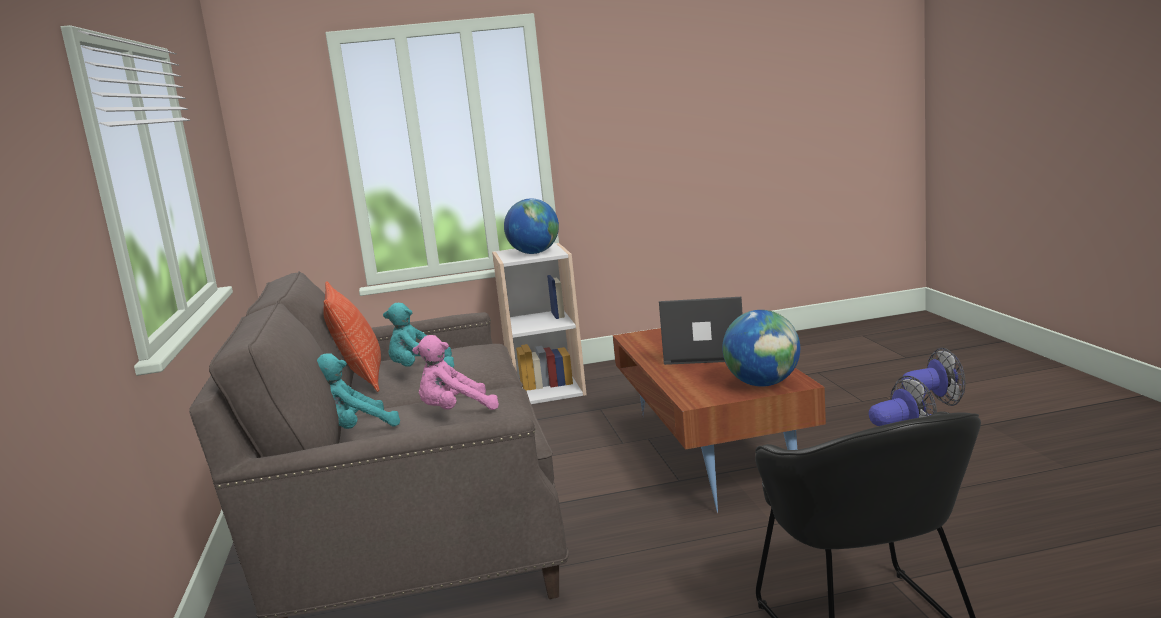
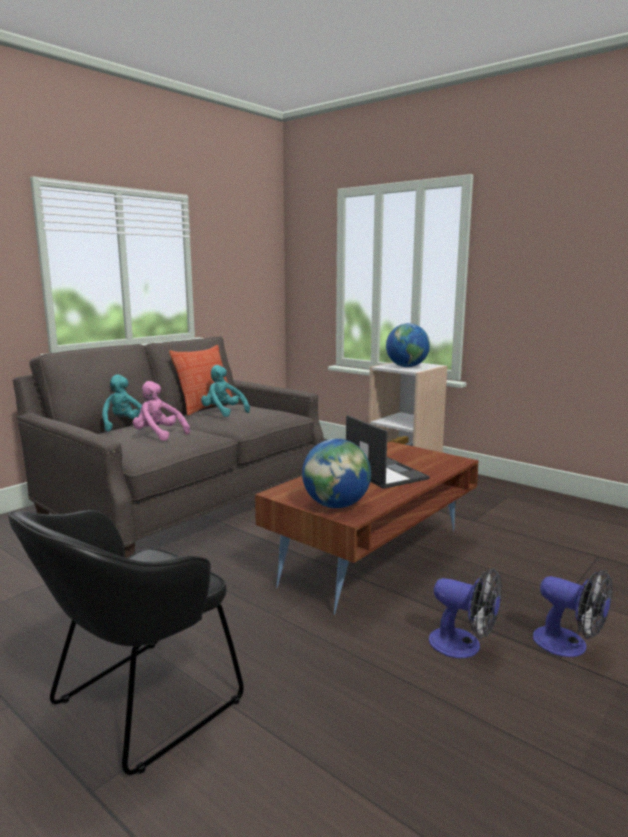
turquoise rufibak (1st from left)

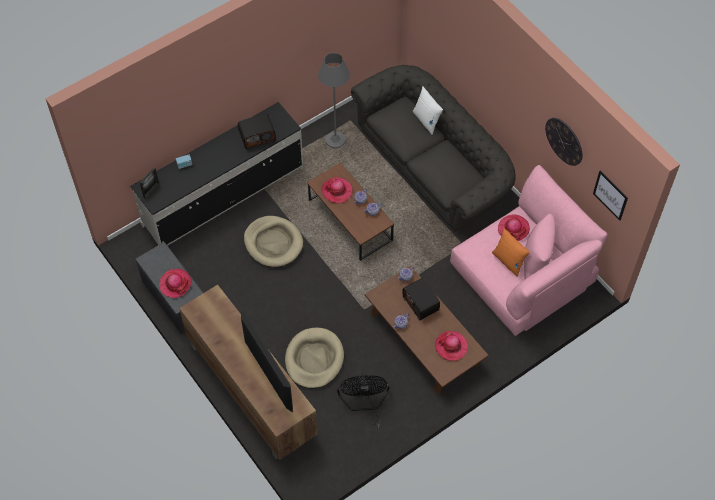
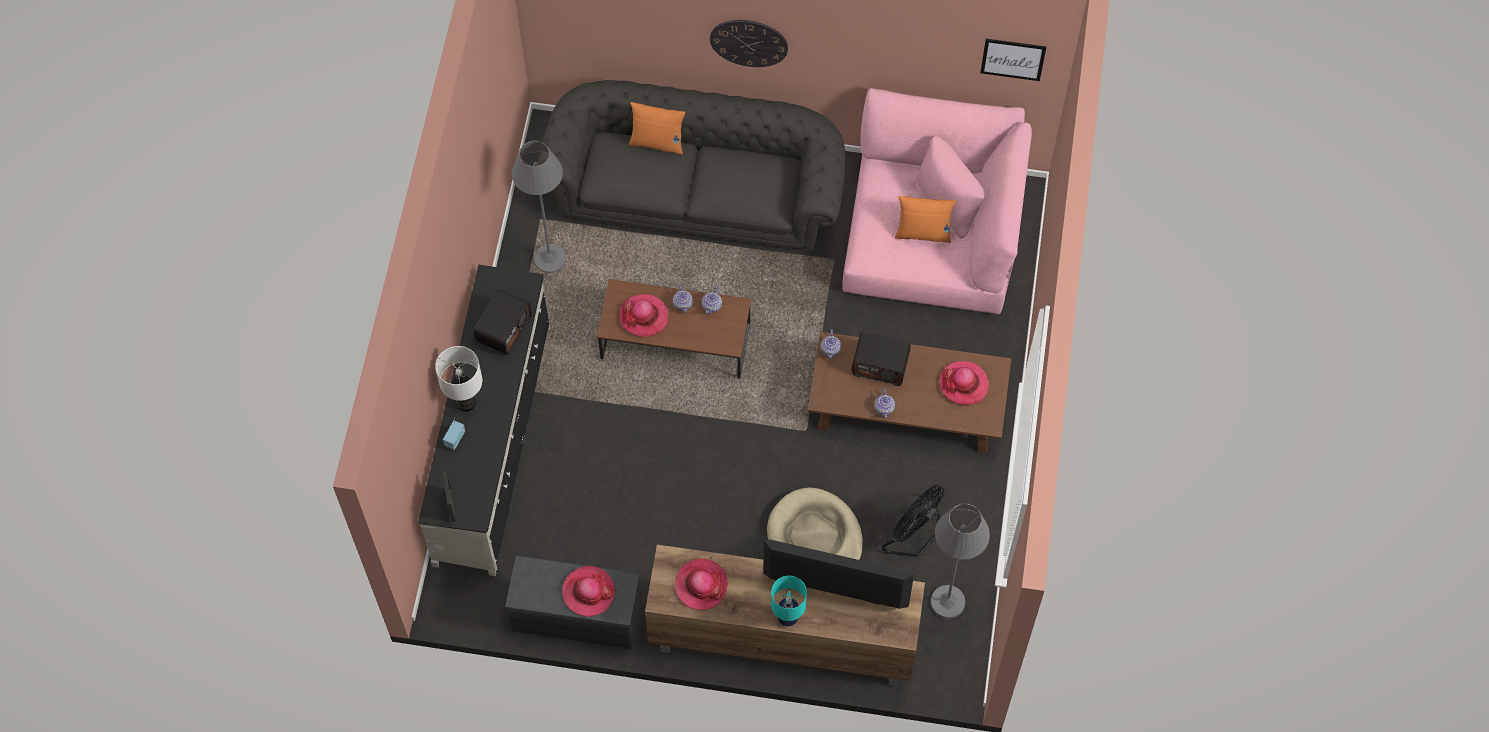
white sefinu; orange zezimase (1st from left); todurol (3rd from left); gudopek; turquoise sefinu; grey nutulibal (2nd from left); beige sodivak (1st from left in the first image)

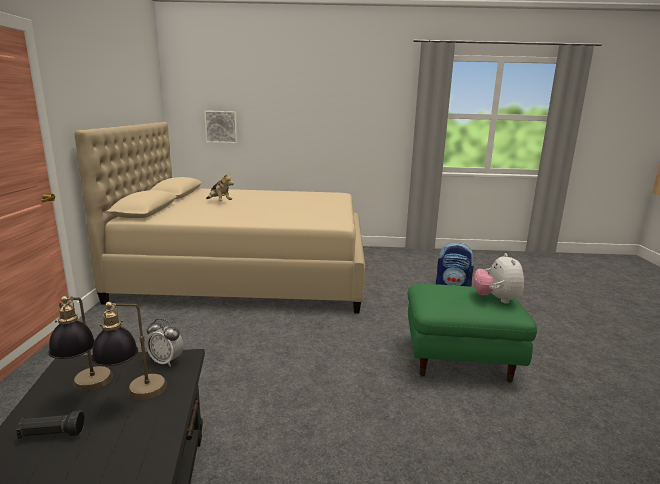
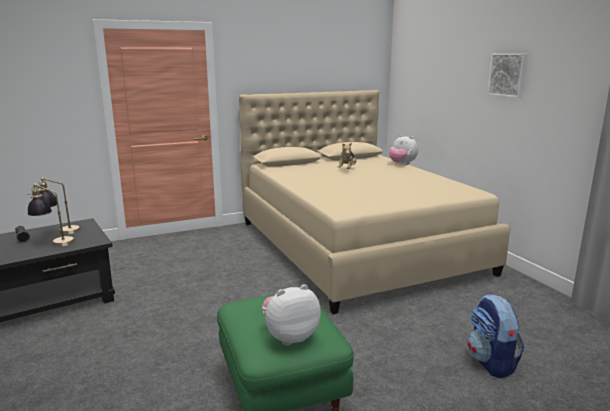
rufibak (3rd from left); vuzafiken; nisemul

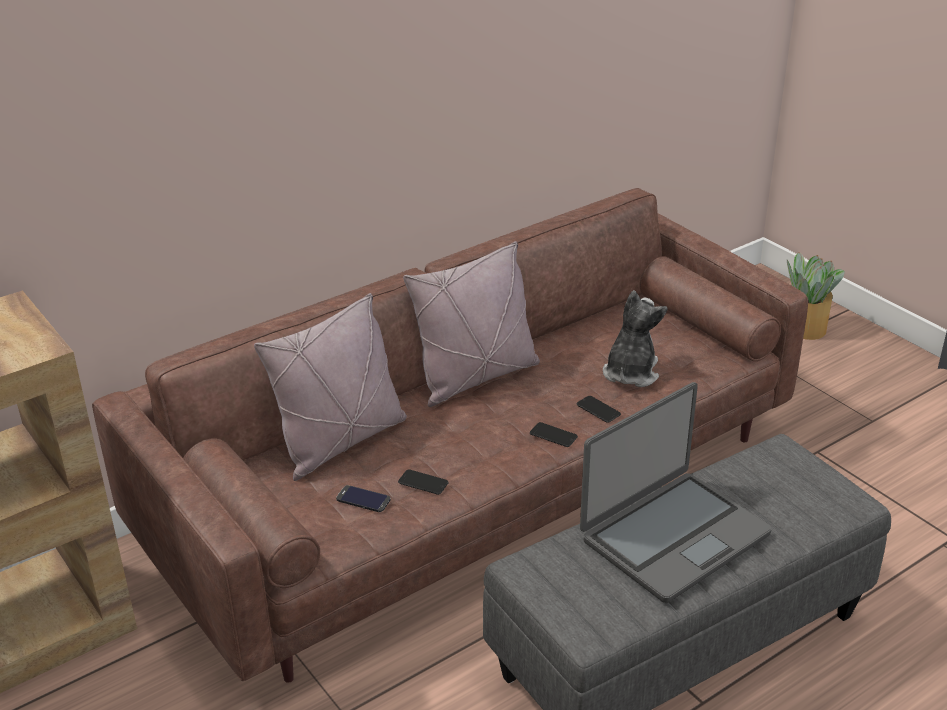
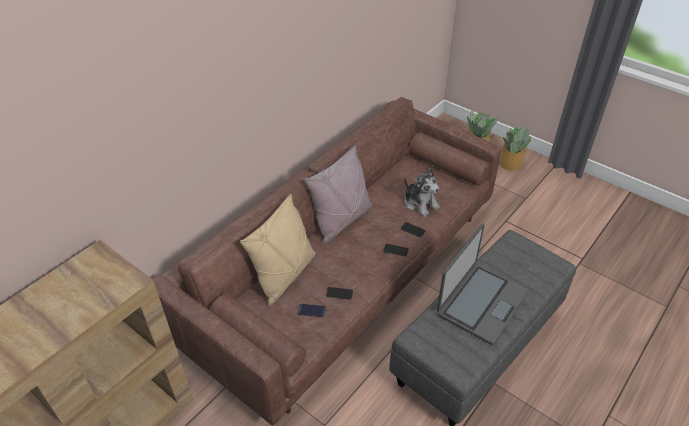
beige zezimase; rufibak; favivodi (2nd from left)

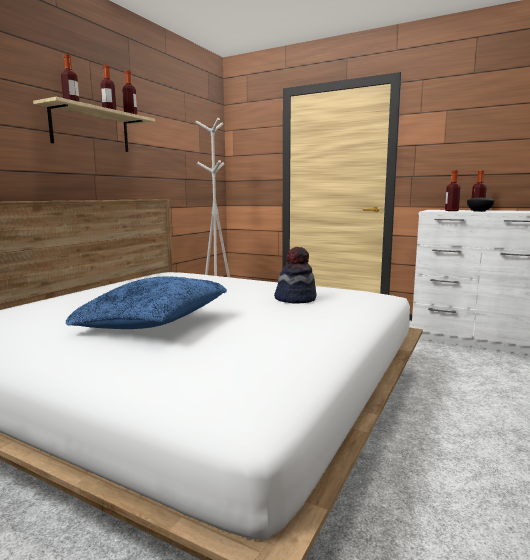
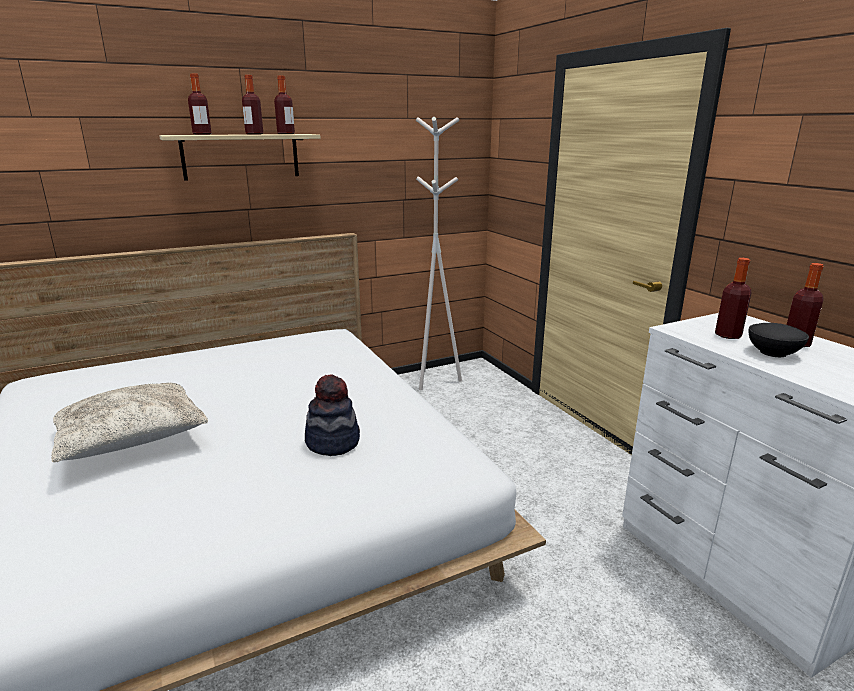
beige zezimase

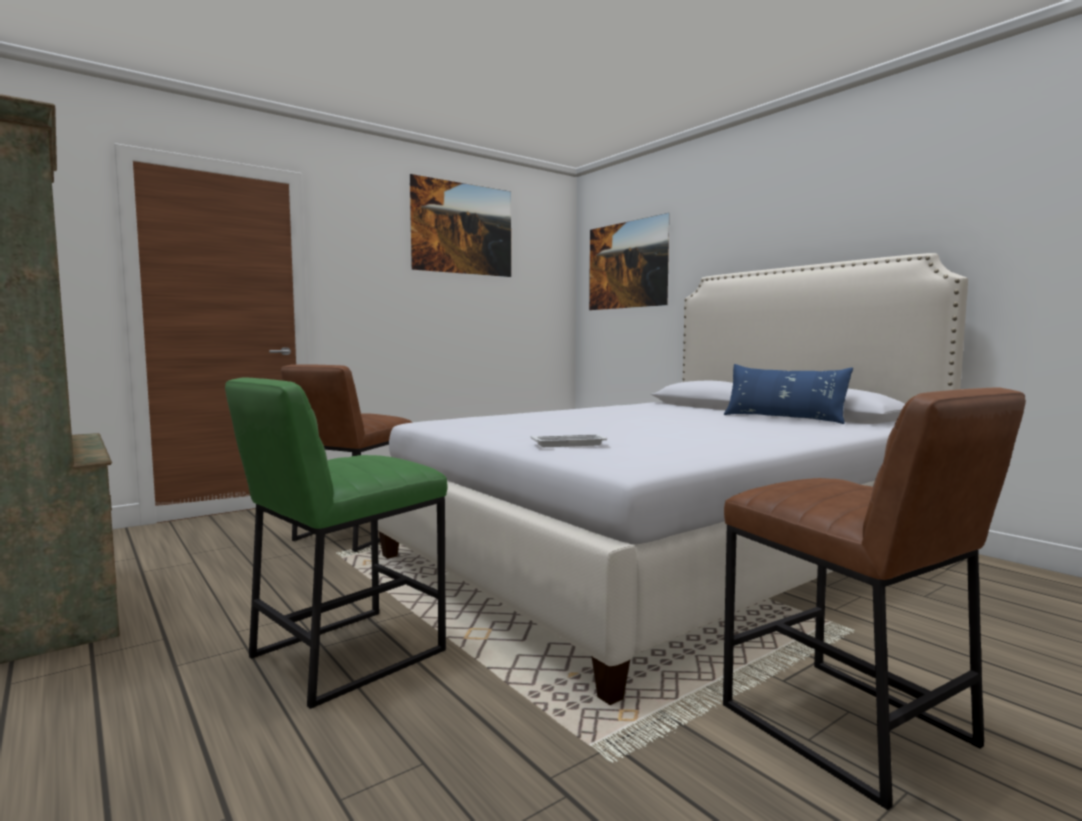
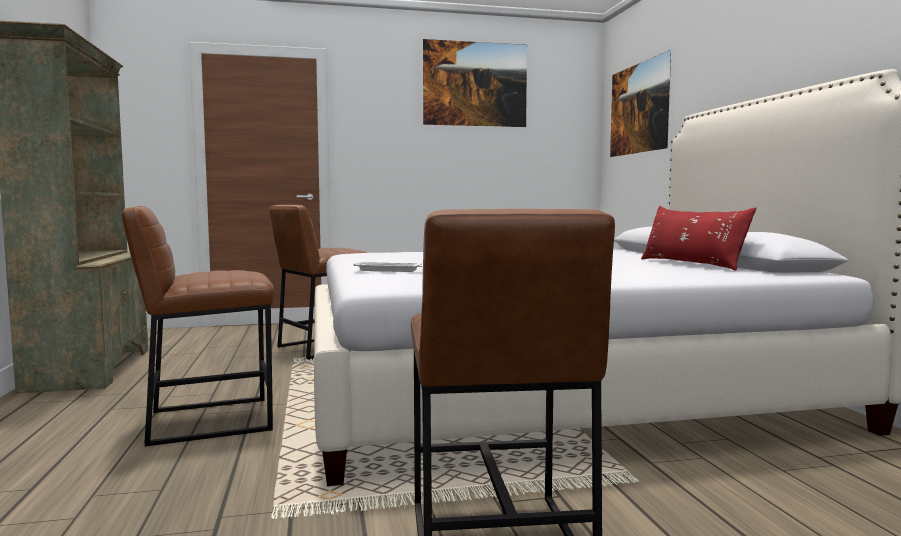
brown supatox (1st from left); red zezimase

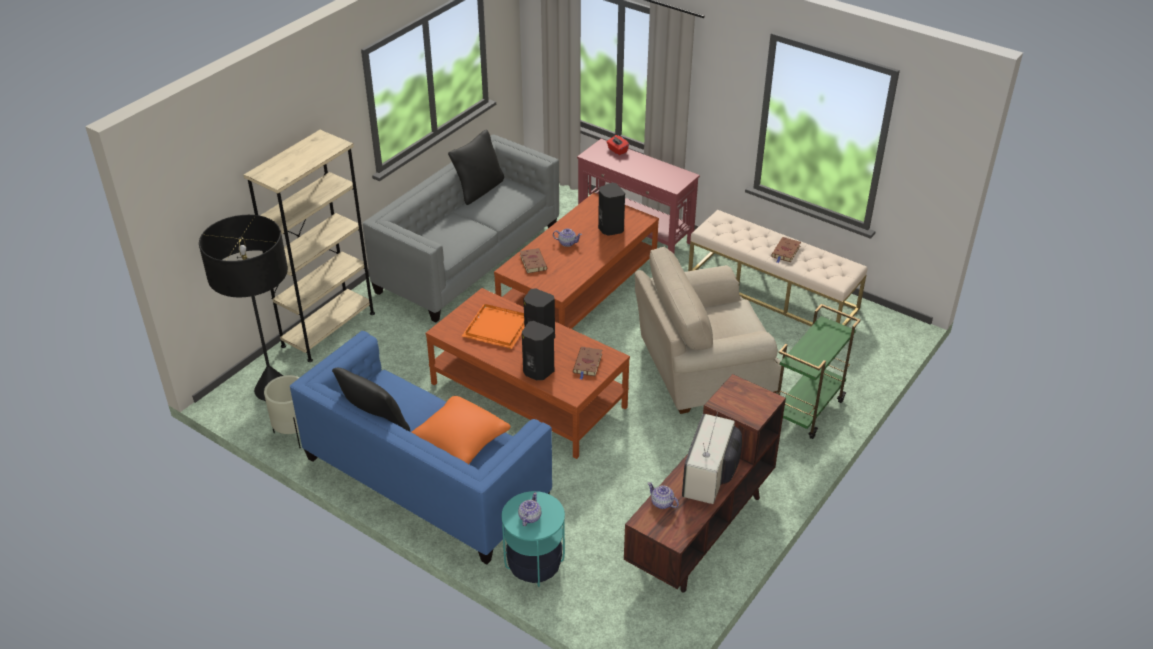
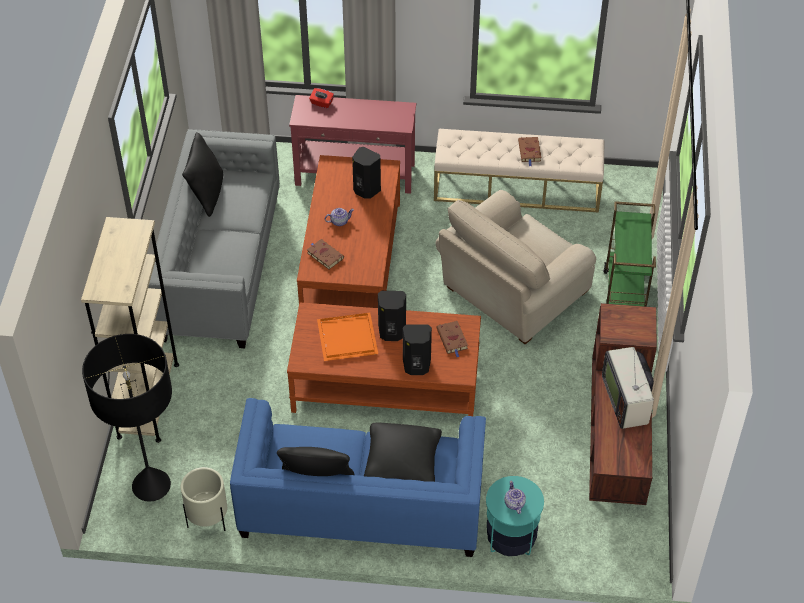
black zezimase (3rd from left); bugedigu (3rd from left in the first image)

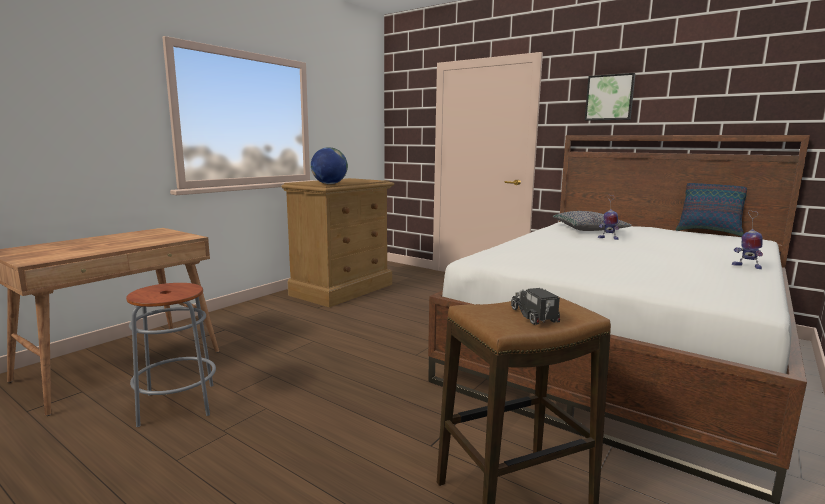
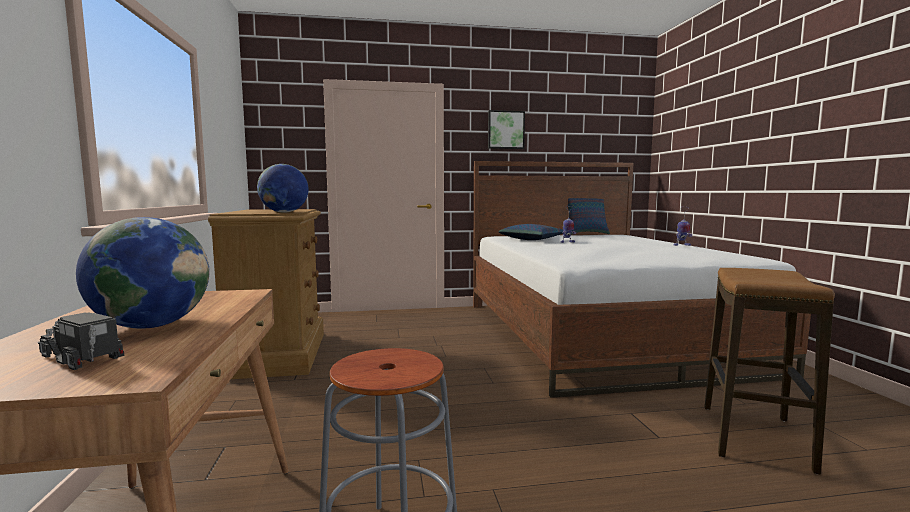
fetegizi; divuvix (1st from left); blue zezimase (1st from left)

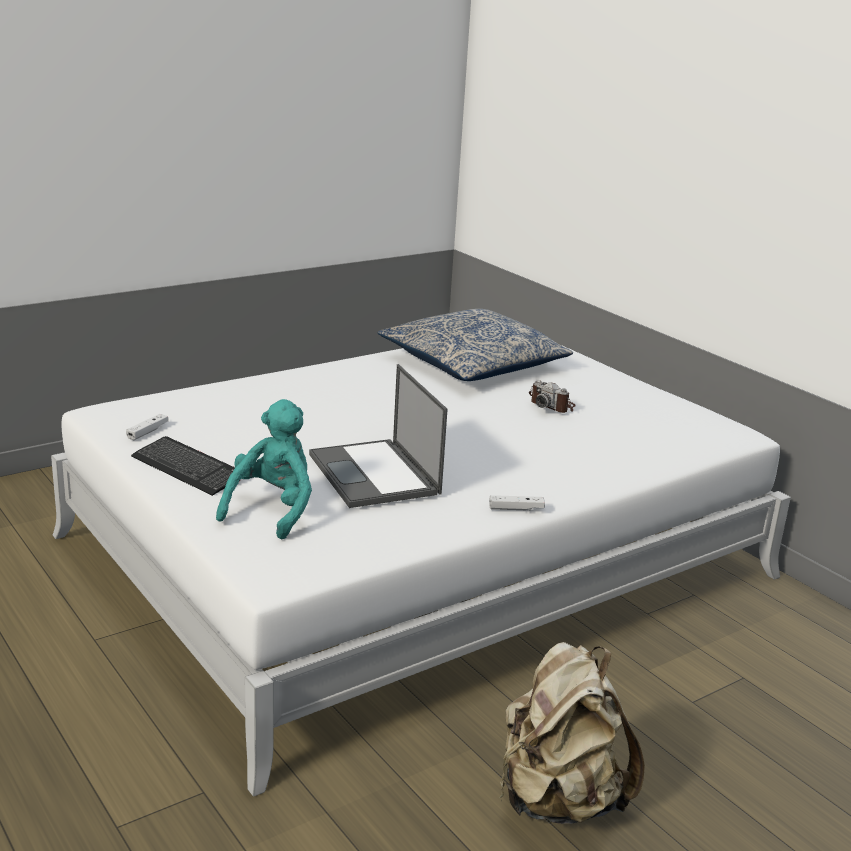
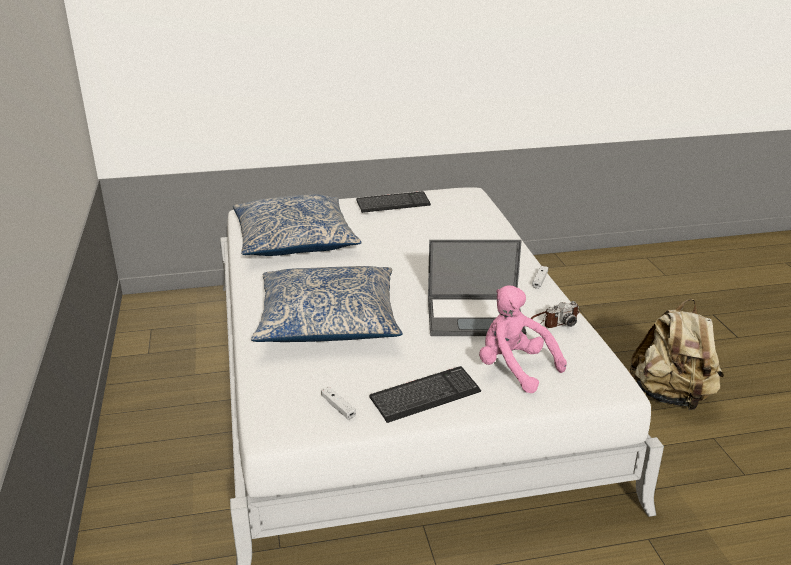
zezimase (2nd from left); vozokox (1st from left); pink rufibak; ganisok

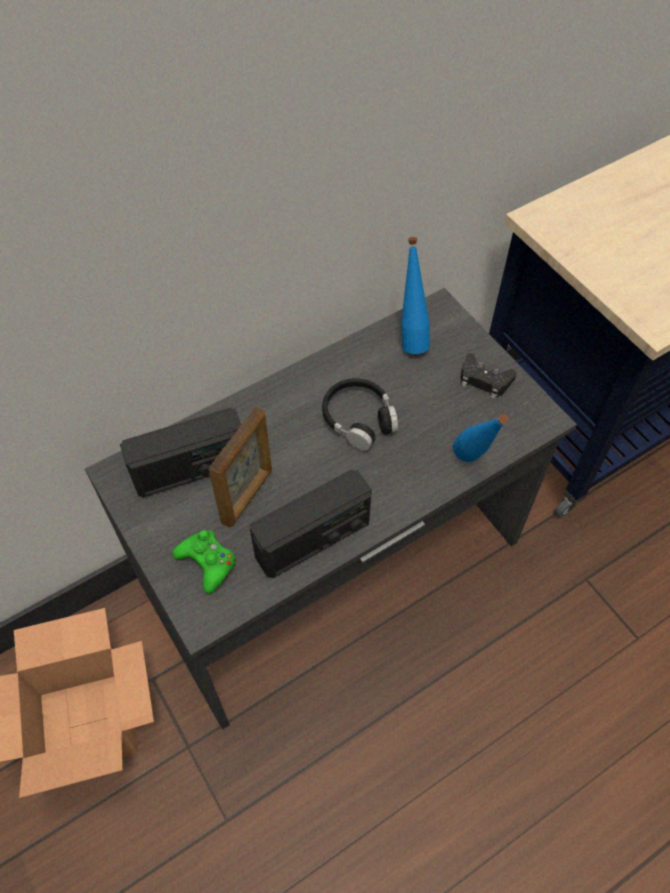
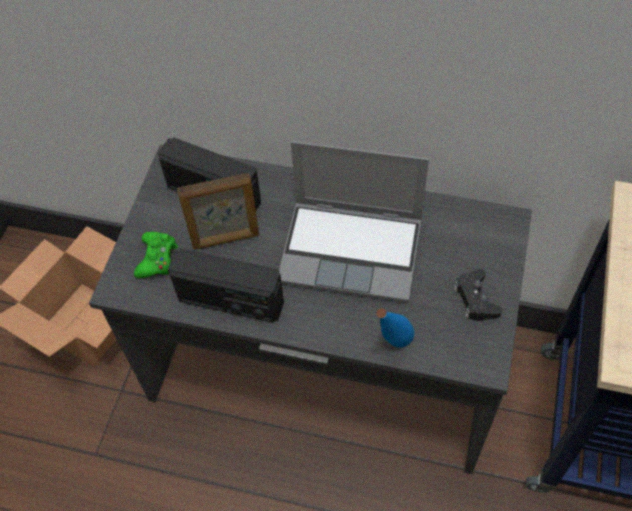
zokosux; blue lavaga (1st from left in the first image)

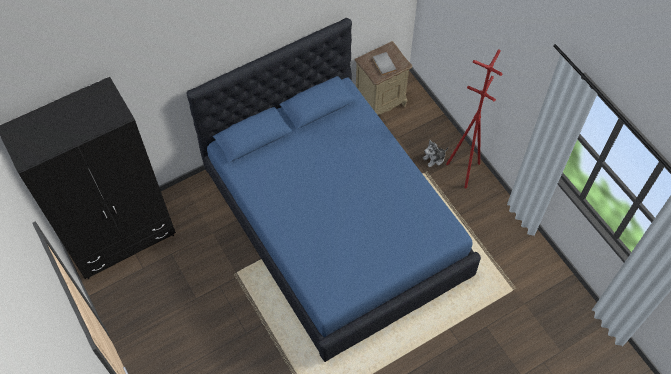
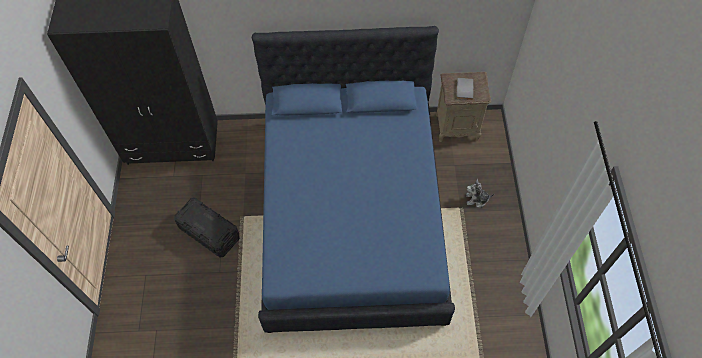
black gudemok; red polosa

